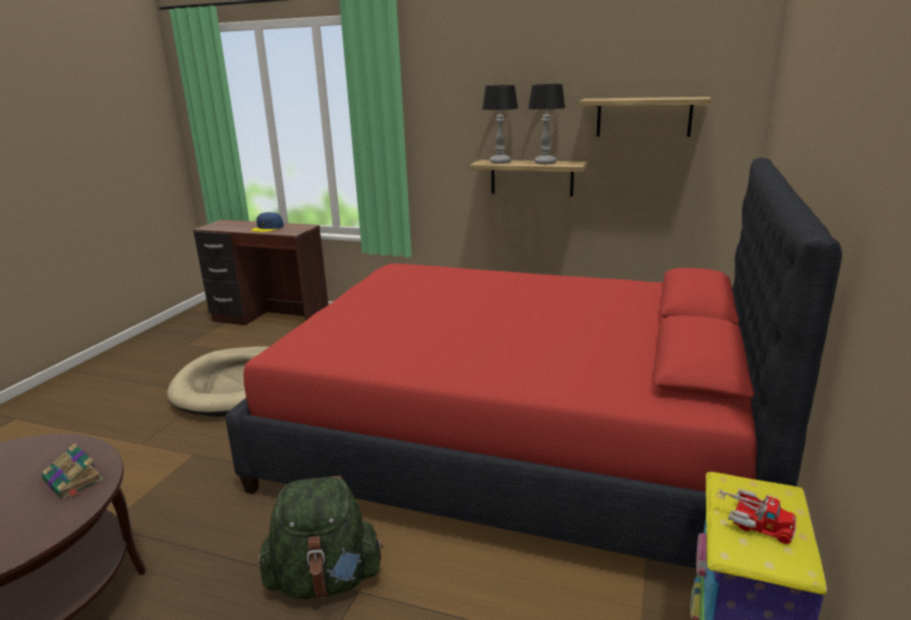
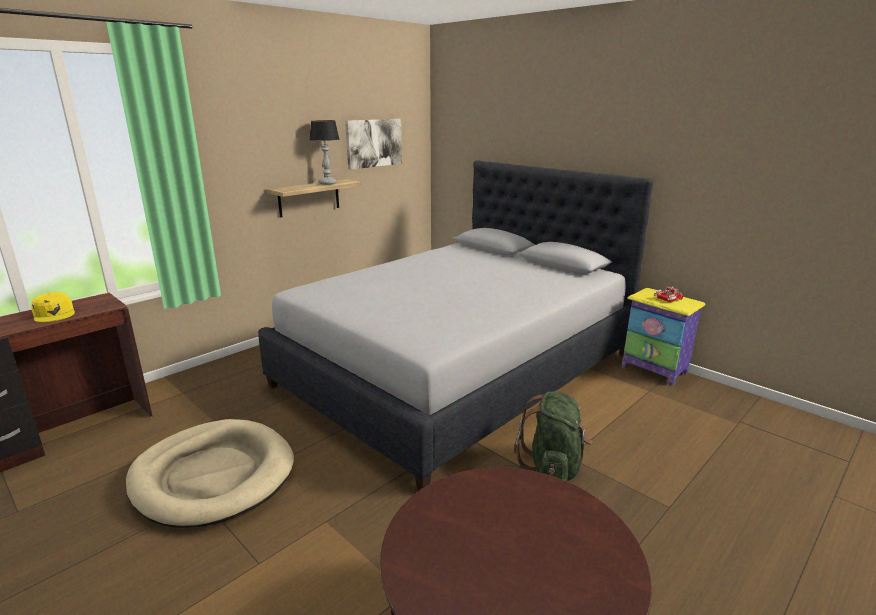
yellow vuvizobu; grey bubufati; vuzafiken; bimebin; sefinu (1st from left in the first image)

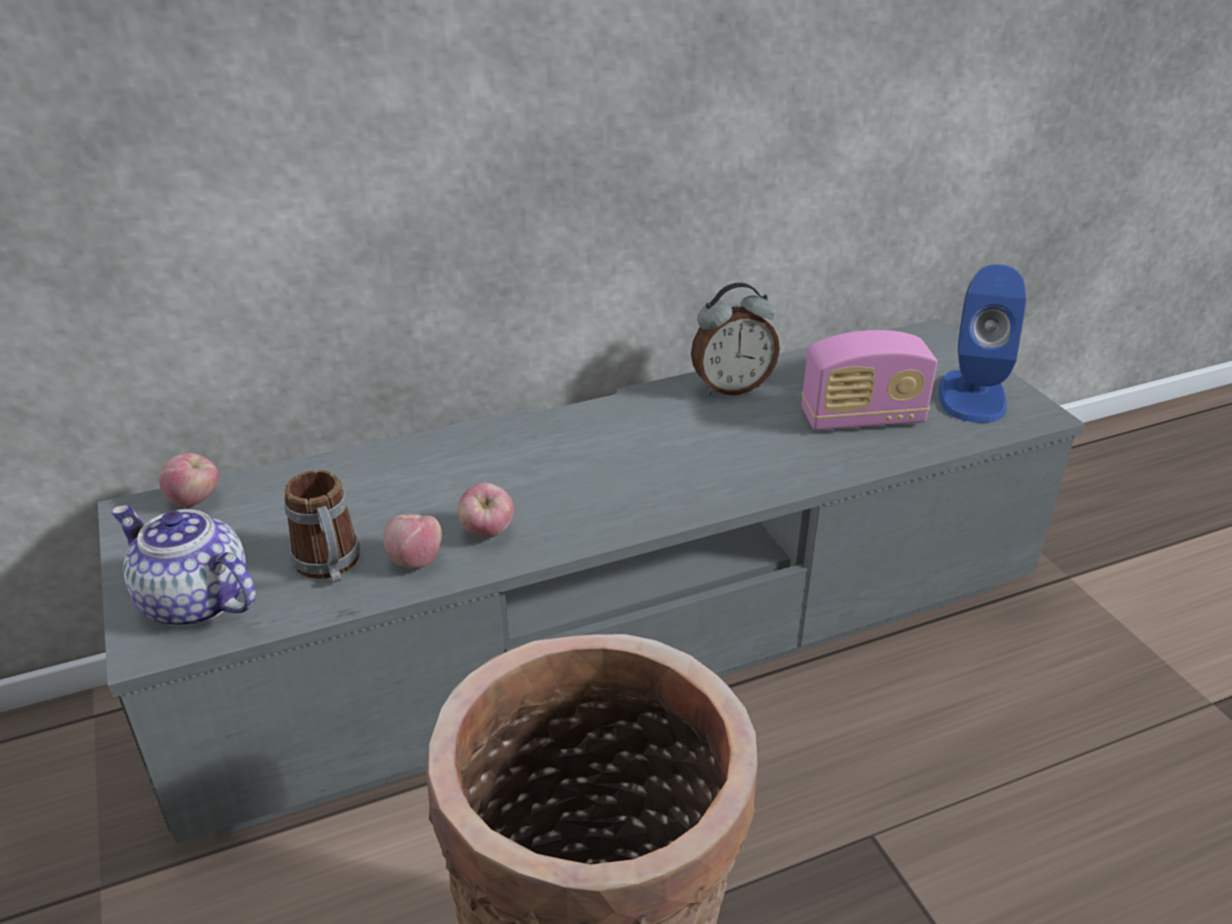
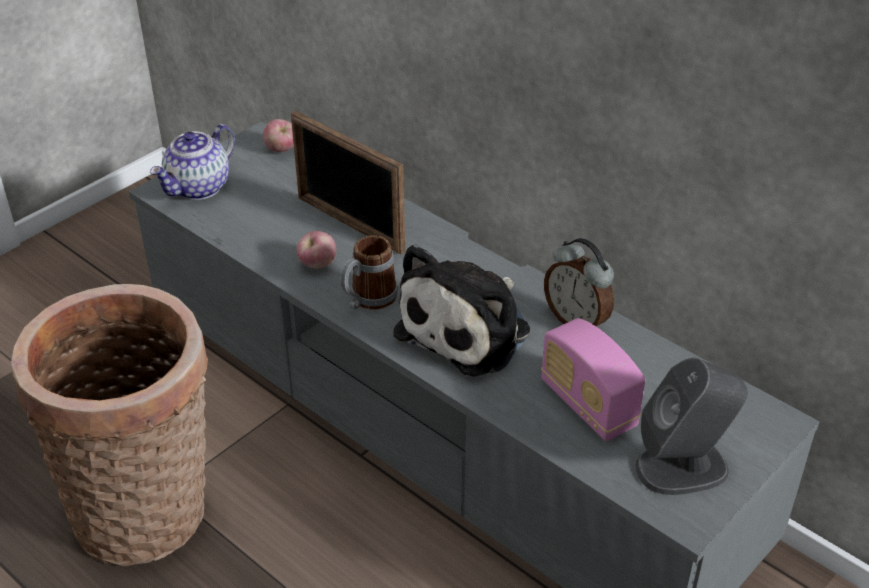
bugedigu; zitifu; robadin; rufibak; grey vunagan; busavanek (2nd from left in the first image)

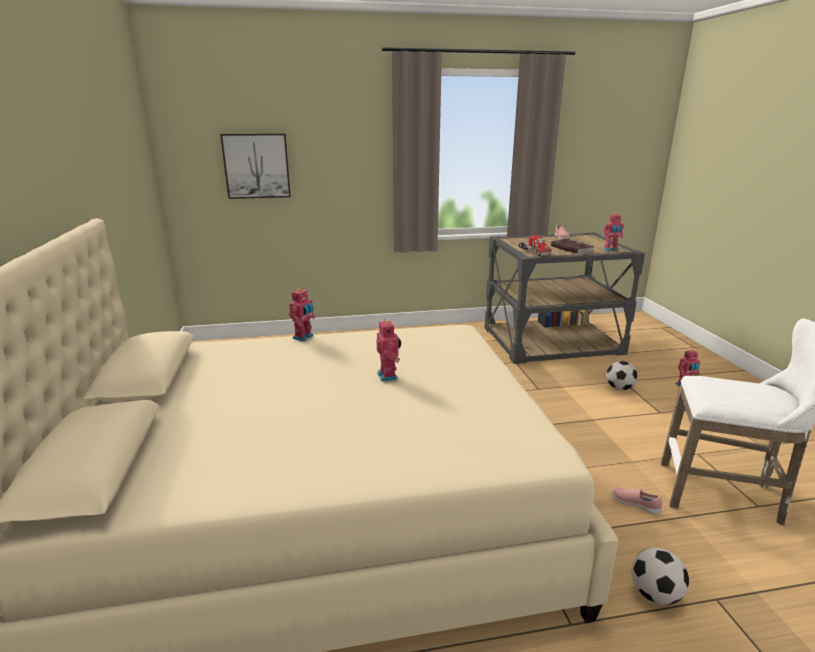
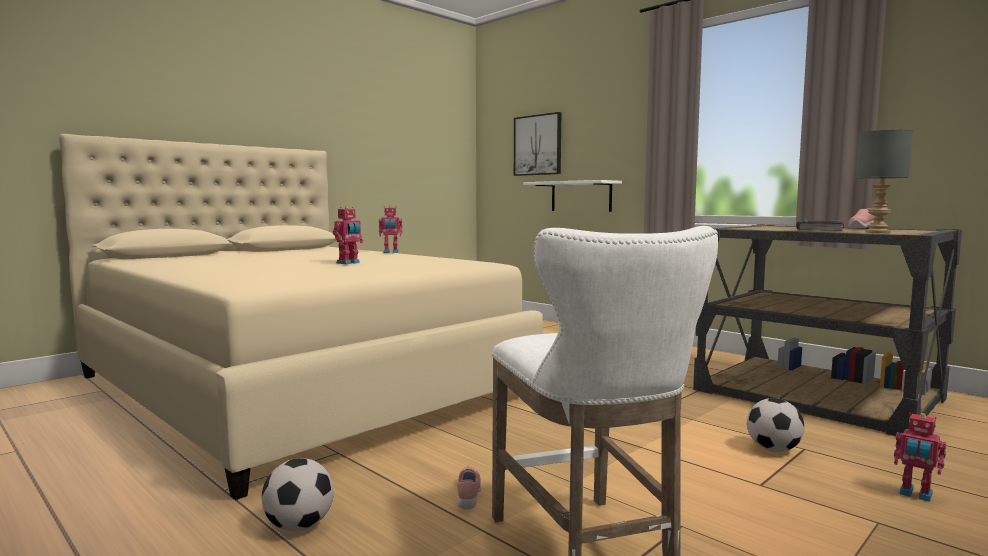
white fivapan; grey sefinu; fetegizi

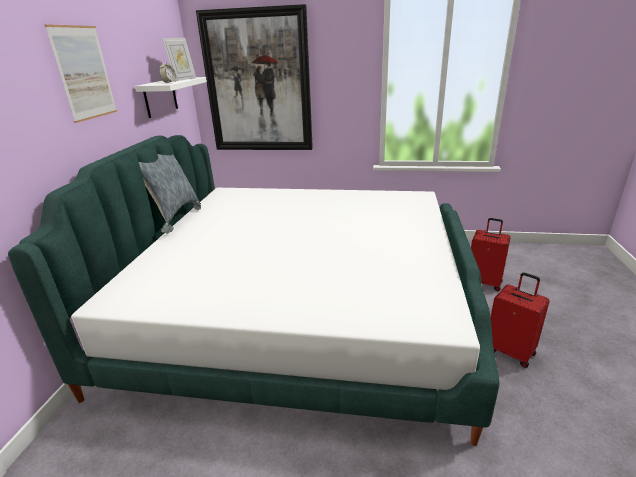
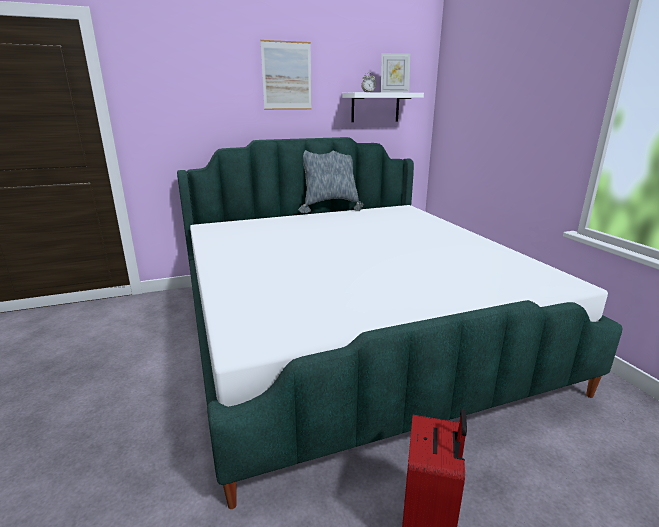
vuzafiken (2nd from left in the first image); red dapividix (1st from left in the first image)

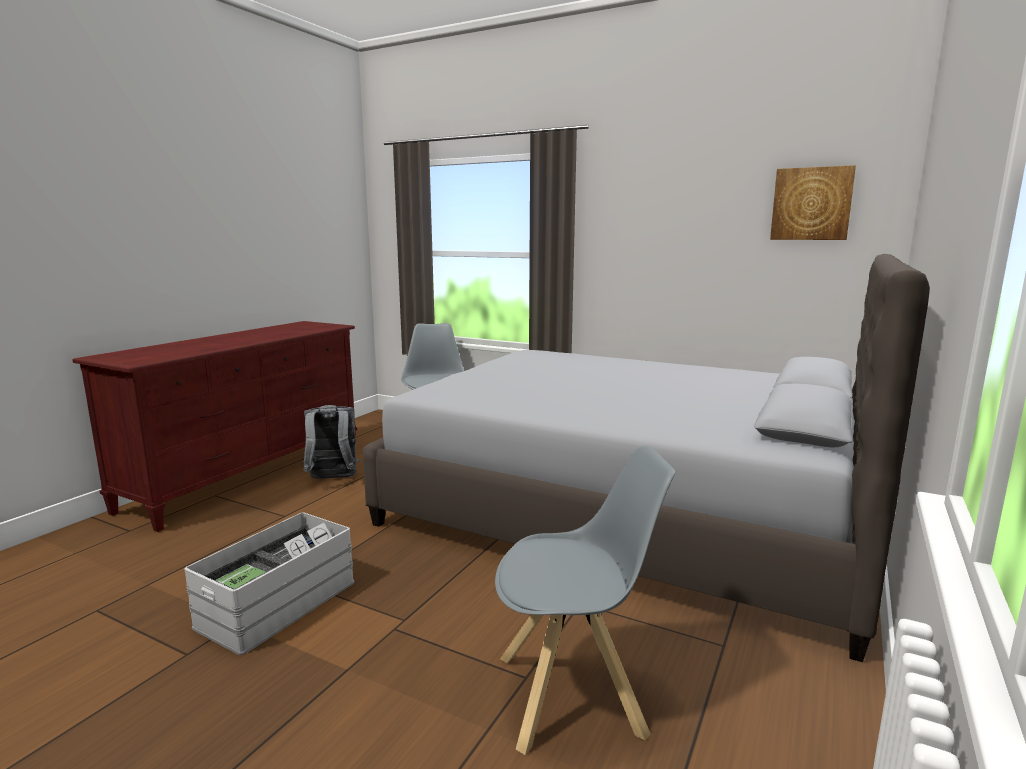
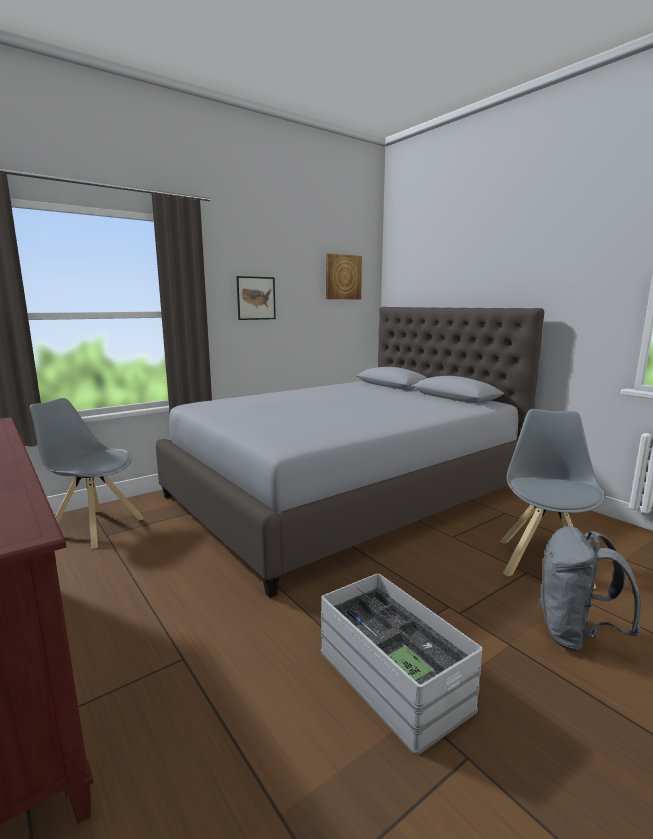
vuzafiken (1st from left); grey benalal

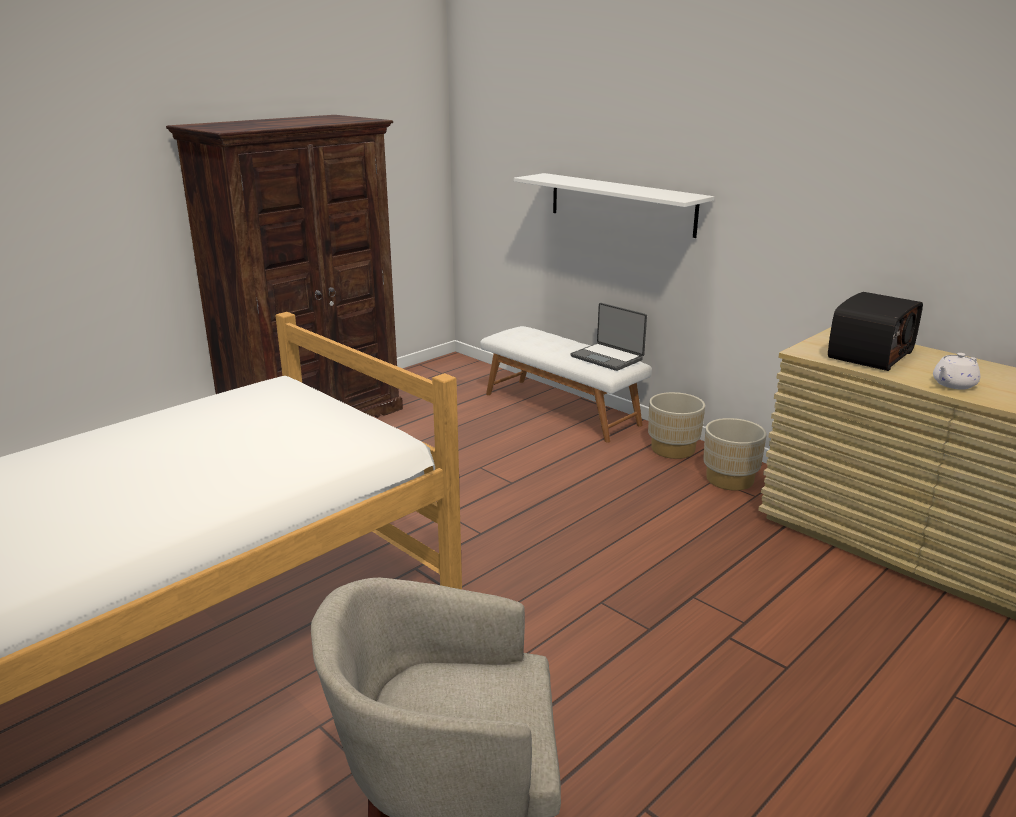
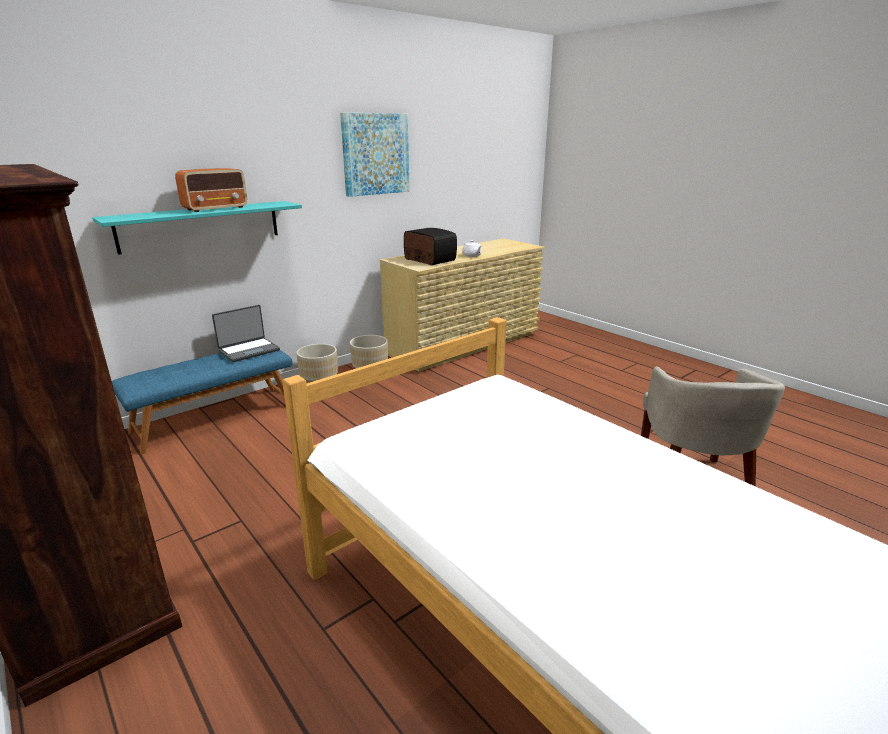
turquoise fivapan; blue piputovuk; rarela (1st from left); vuzafiken

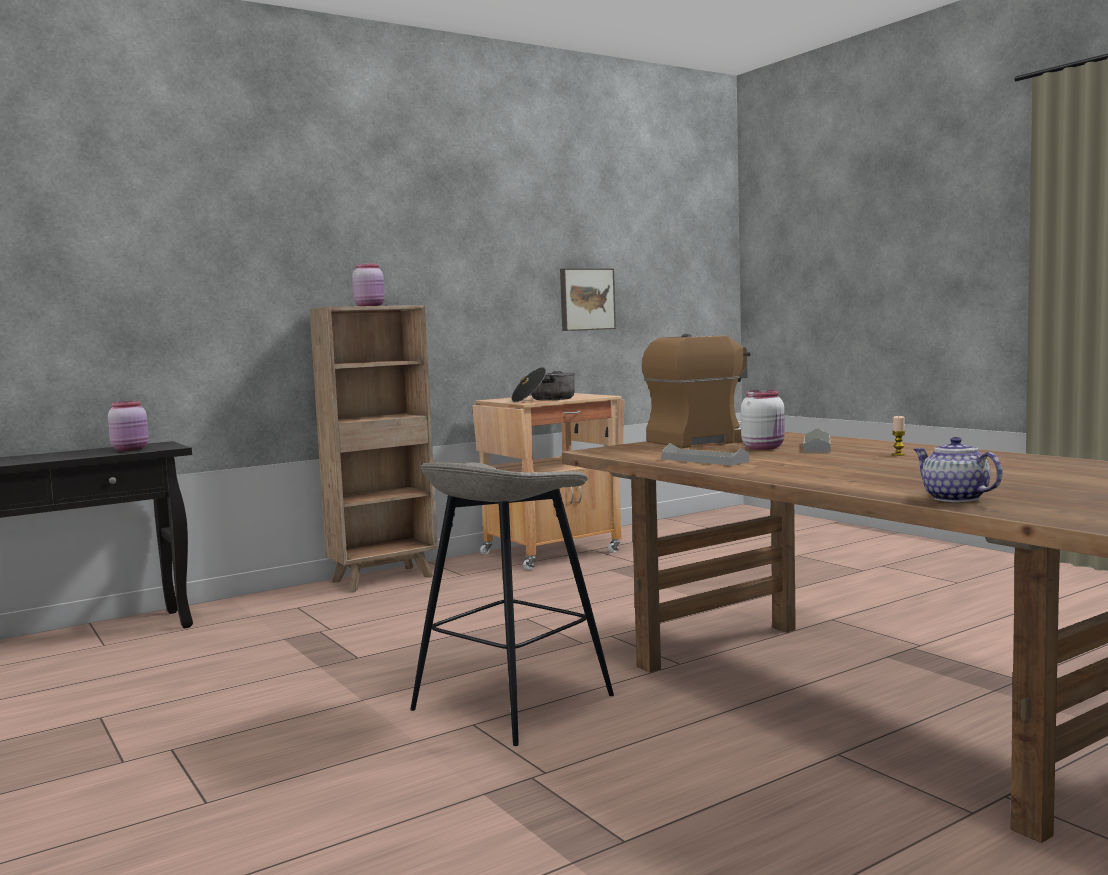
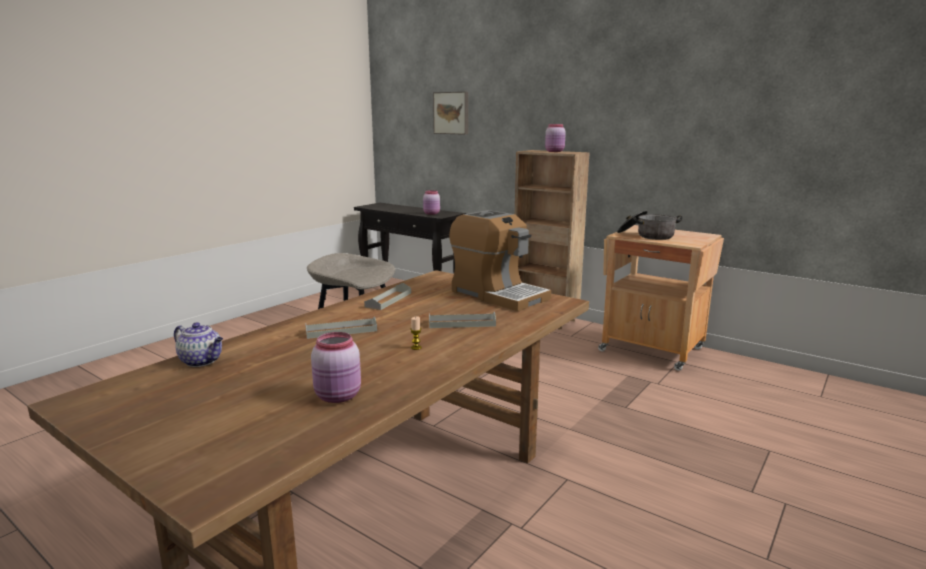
bugedigu; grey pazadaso (1st from left); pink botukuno (1st from left); vuzafiken; white botukuno

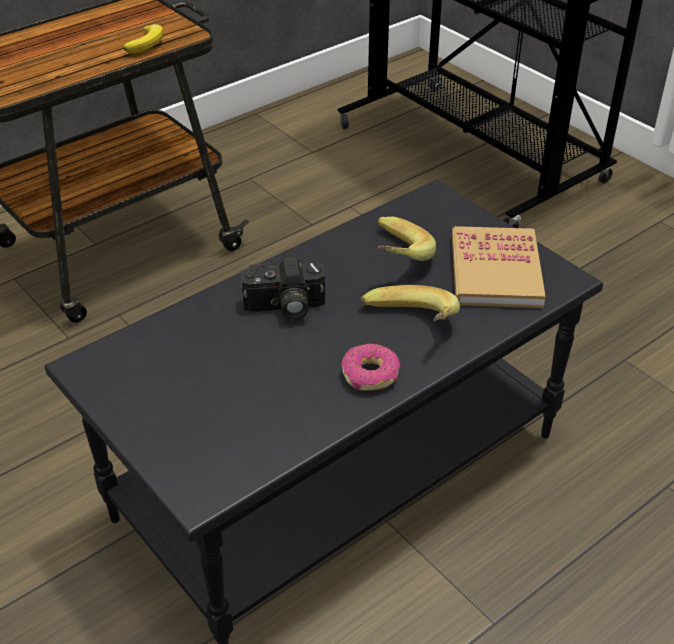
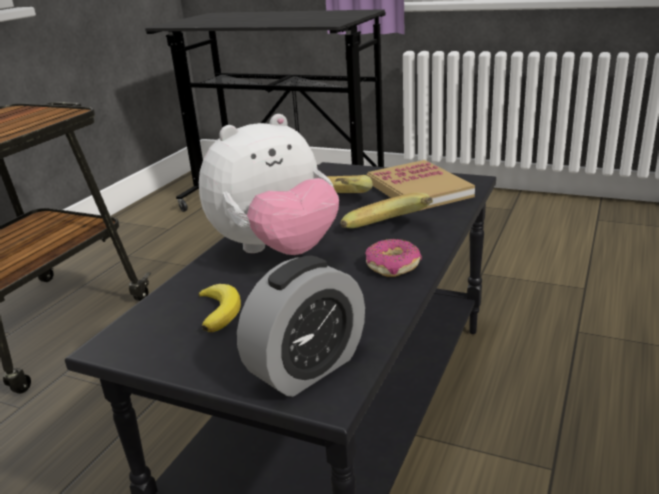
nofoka (1st from left); rufibak; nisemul

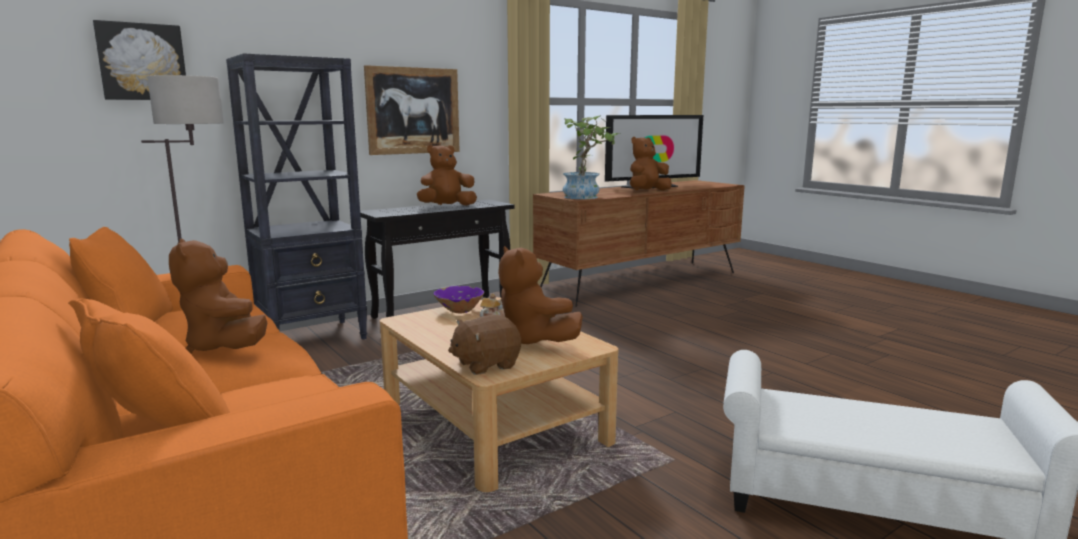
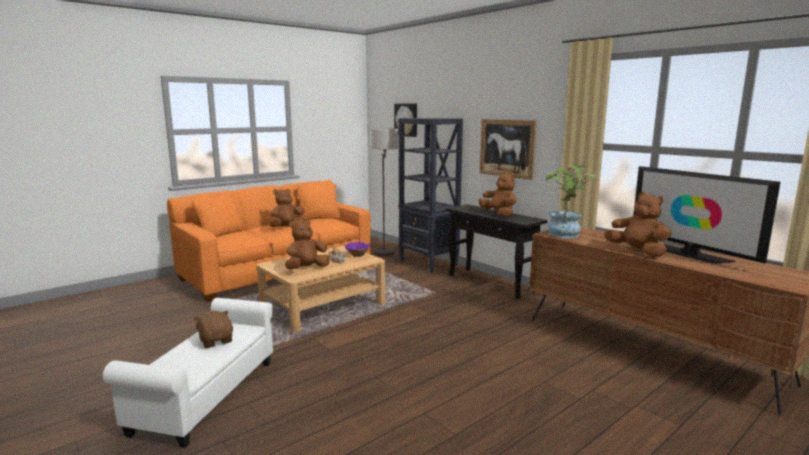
brown rufibak (1st from left)

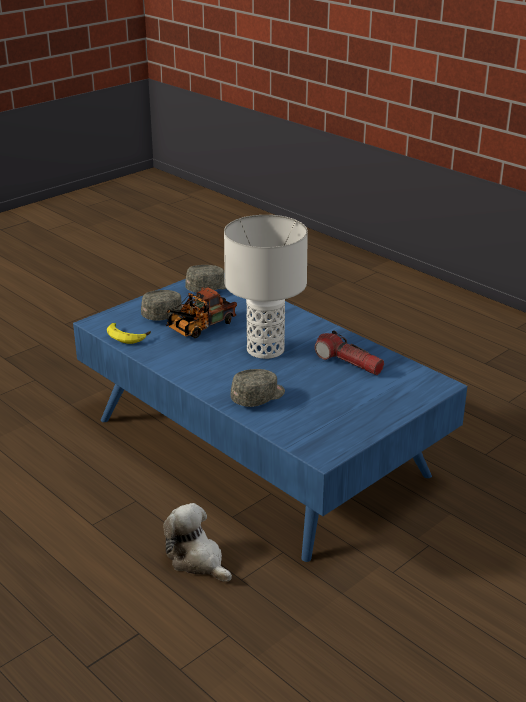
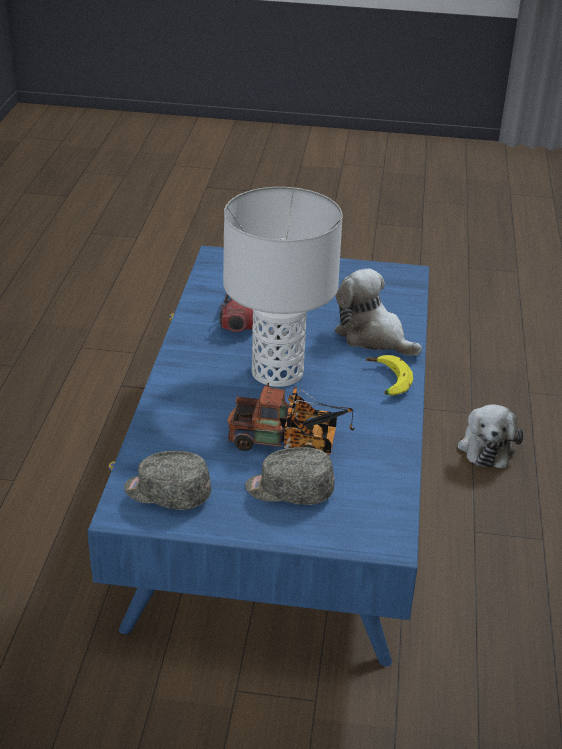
rufibak (1st from left); nofoka

